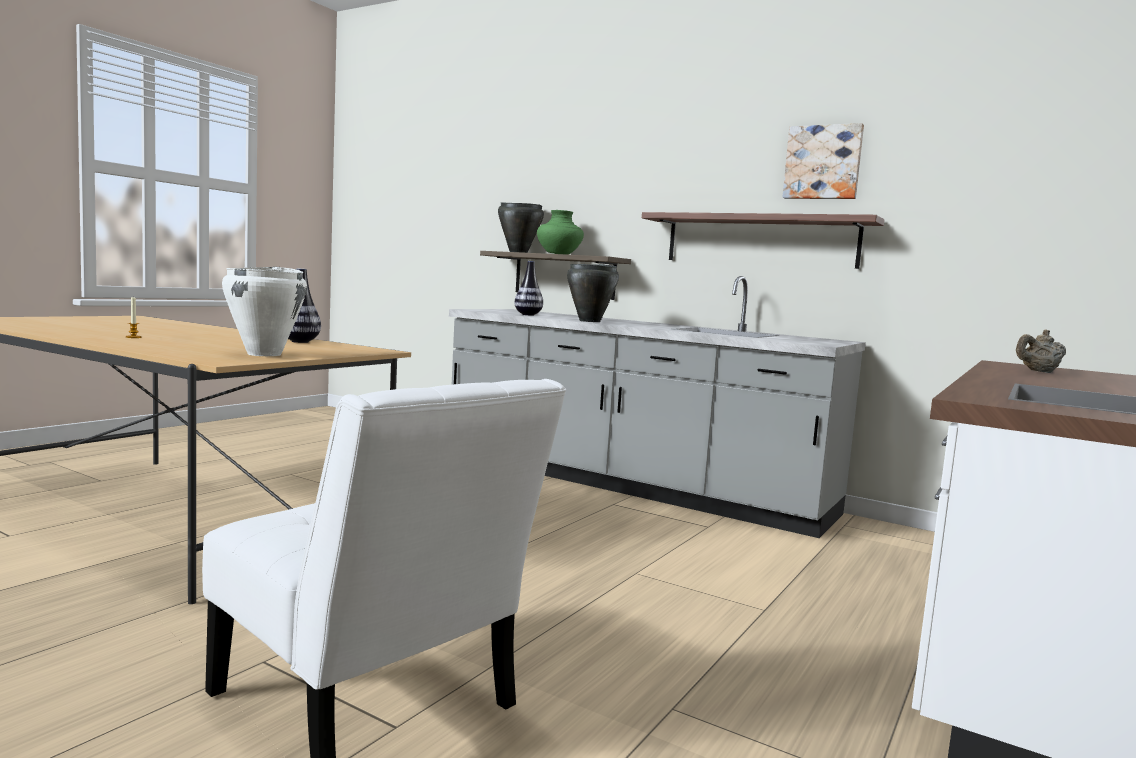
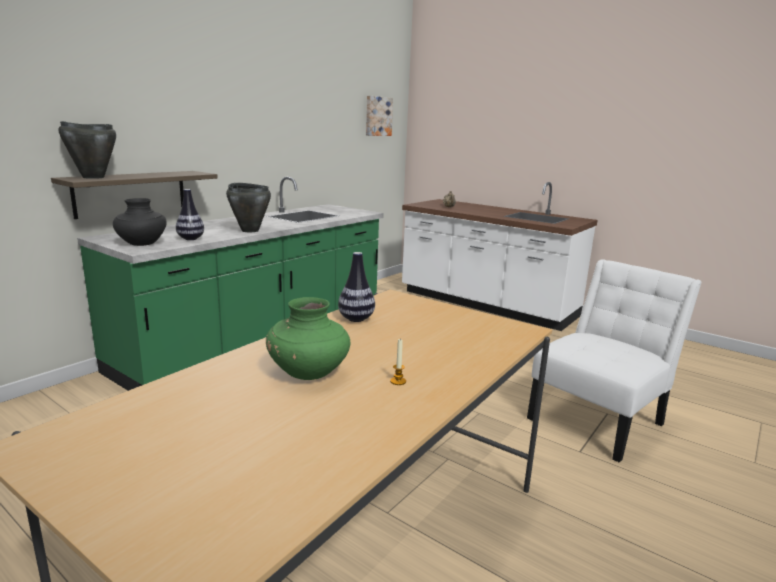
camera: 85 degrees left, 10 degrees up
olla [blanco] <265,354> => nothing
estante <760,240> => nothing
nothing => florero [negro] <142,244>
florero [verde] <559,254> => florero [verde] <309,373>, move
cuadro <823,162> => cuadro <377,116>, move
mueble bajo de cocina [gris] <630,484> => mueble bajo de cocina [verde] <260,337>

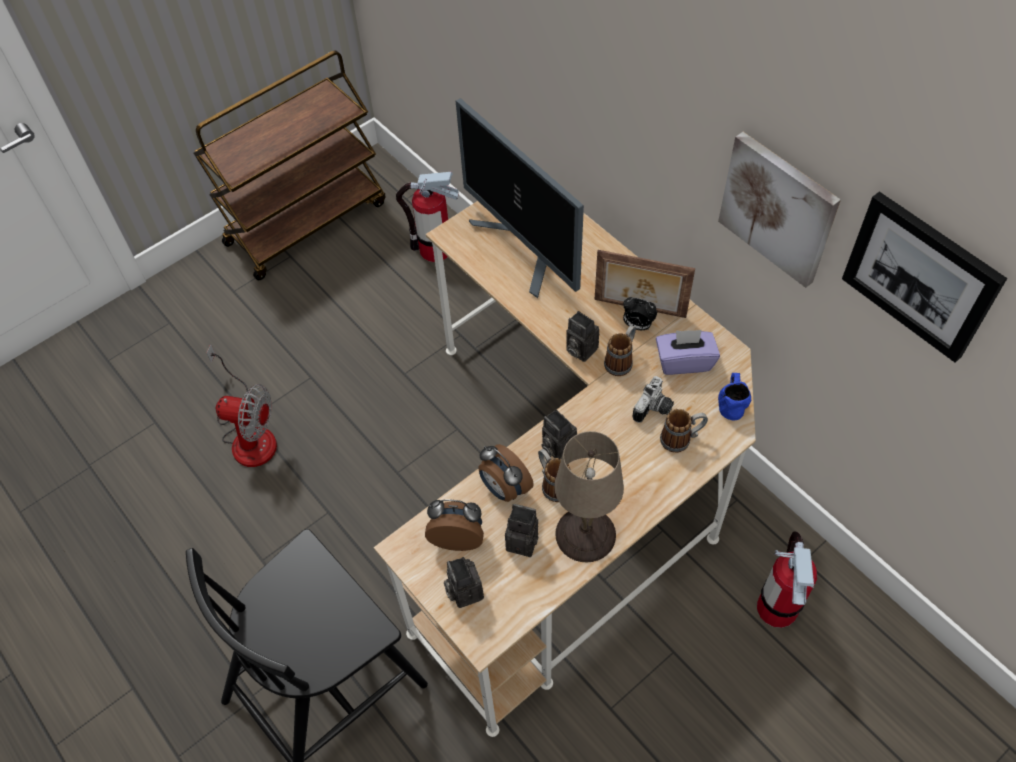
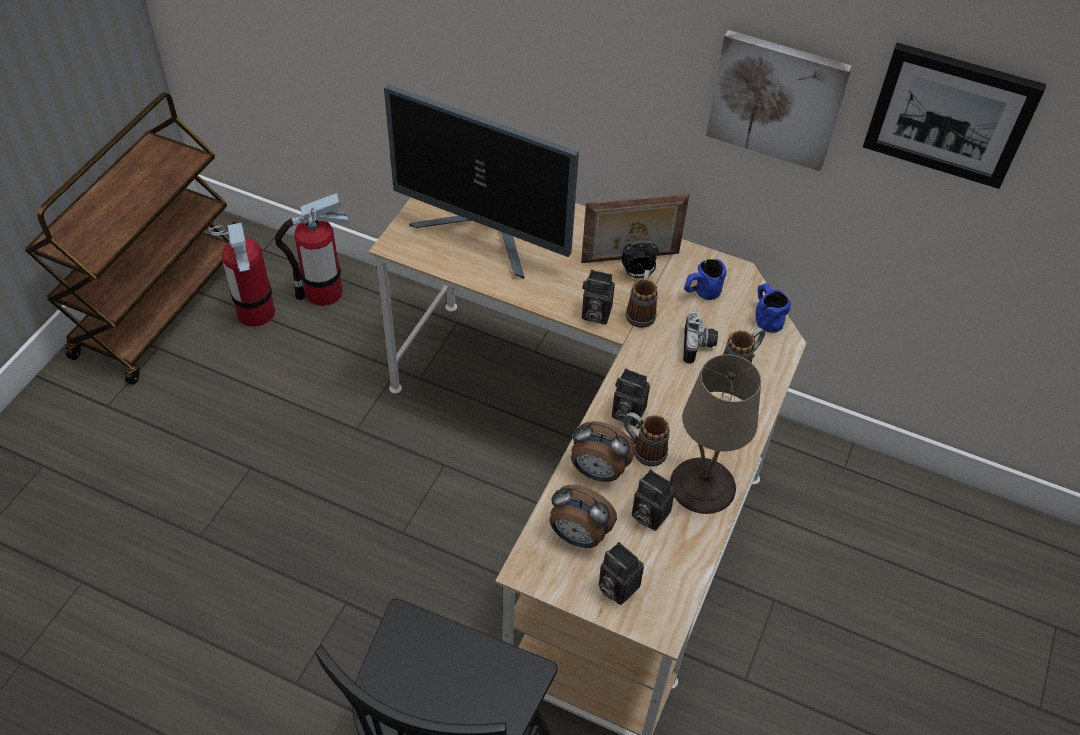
camera: 30 degrees left, 5 degrees down
ventilador <249,434> => nothing
extintor <776,607> => extintor <255,312>, move
caja de pañuelos [morado] <684,361> => taza grande [azul] <700,293>
despertador <457,537> => despertador <578,536>, 135 degrees counterclockwise
cámara <524,541> => cámara <647,514>, 135 degrees counterclockwise

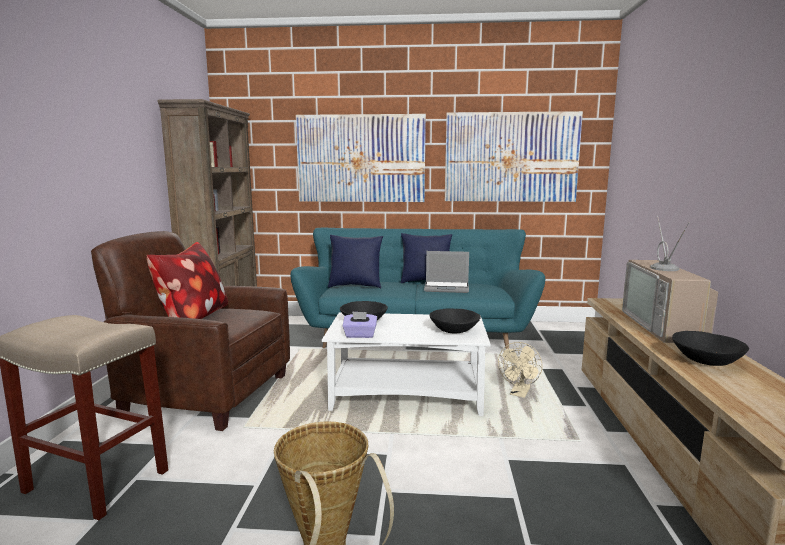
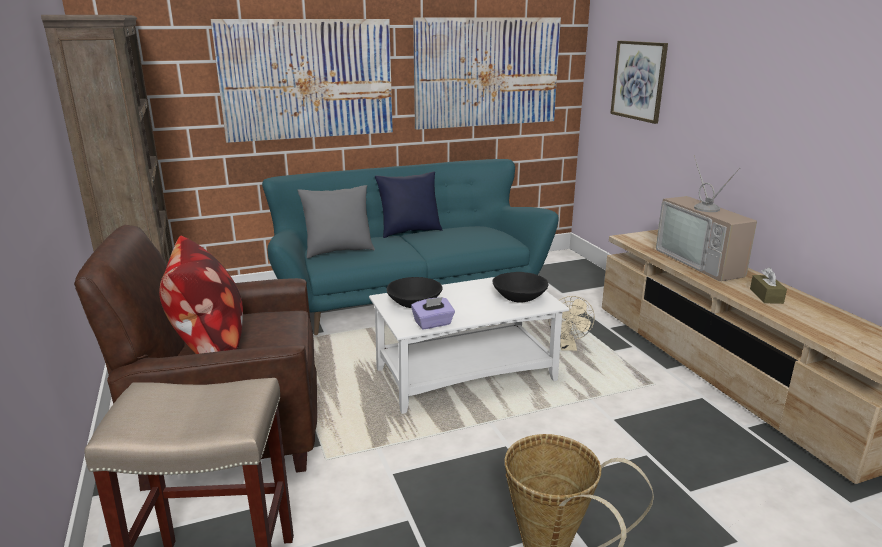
camera: 25 degrees left, 10 degrees up
portátil <447,288> => nothing
nothing => cuadro <639,80>
cuenco [negro] <706,361> => caja de pañuelos [marrón] <766,296>
cojín [azul] <355,286> => cojín [gris] <338,251>

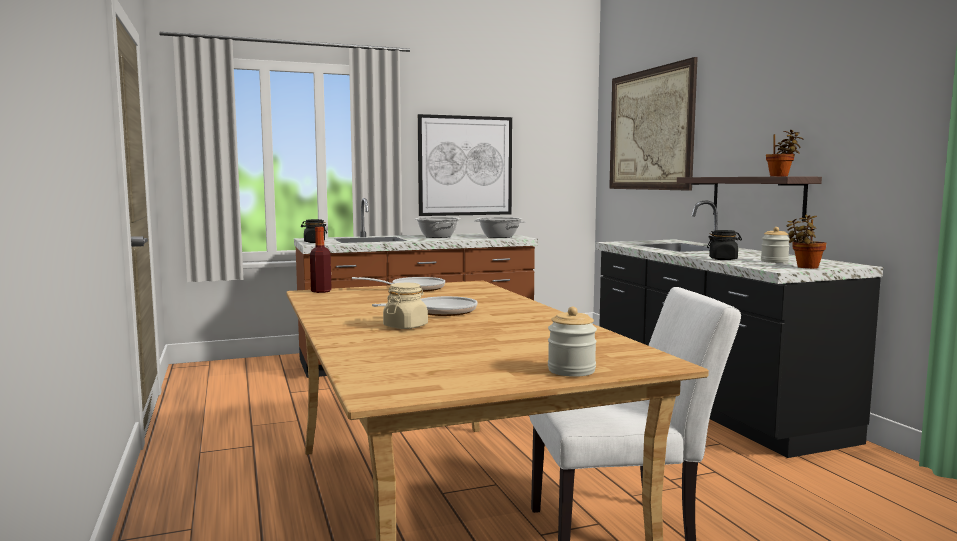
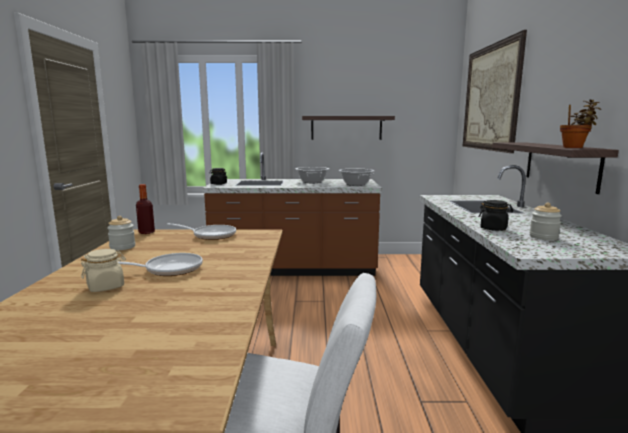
camera: 20 degrees right, 5 degrees up
planta en maceta <805,267> => nothing
tarro <571,370> => tarro <122,247>, move
cuadro <465,166> => estante <346,128>

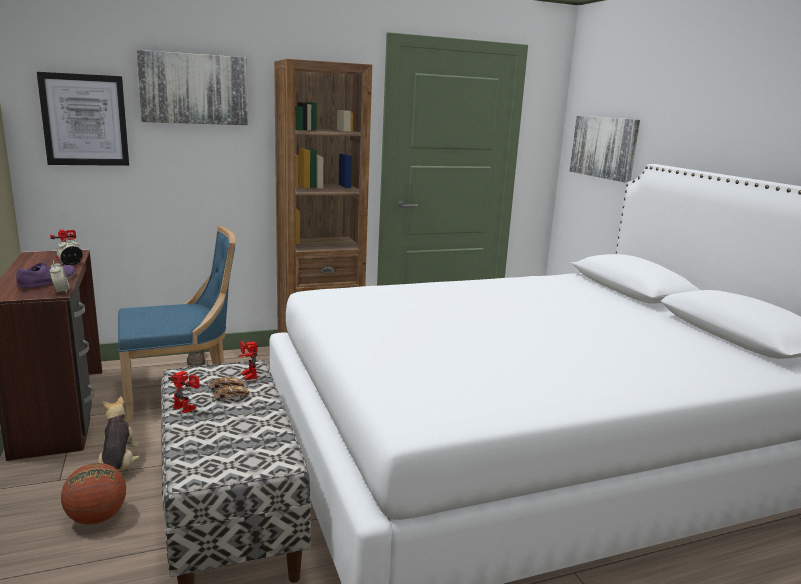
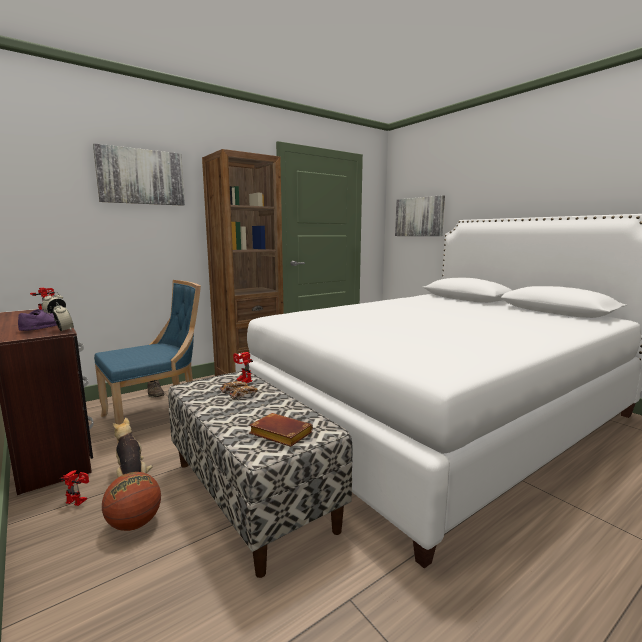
camera: 15 degrees left, 5 degrees down
cuadro <85,120> => nothing
nothing => libro [marrón] <278,434>
robot de juguete <188,407> => robot de juguete <79,499>, move

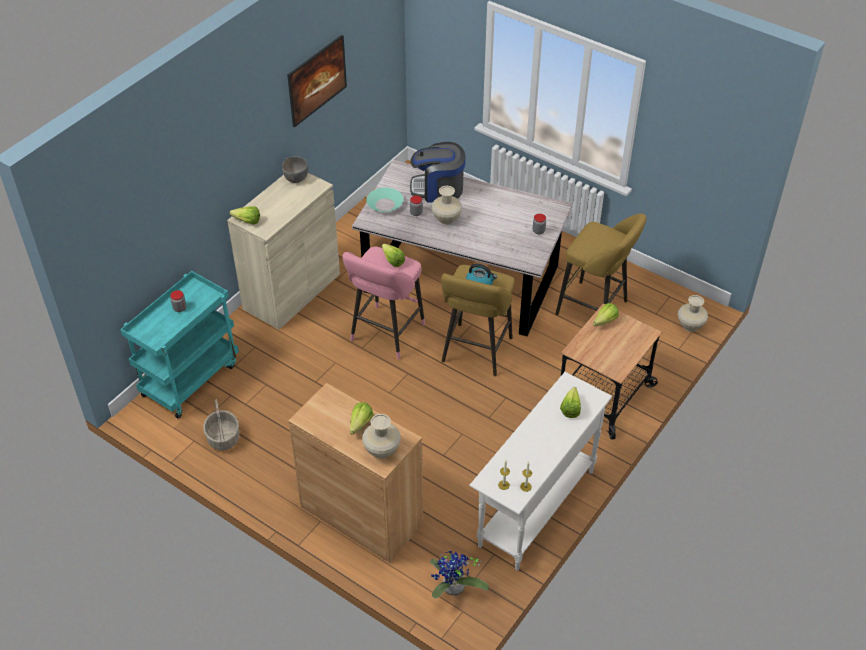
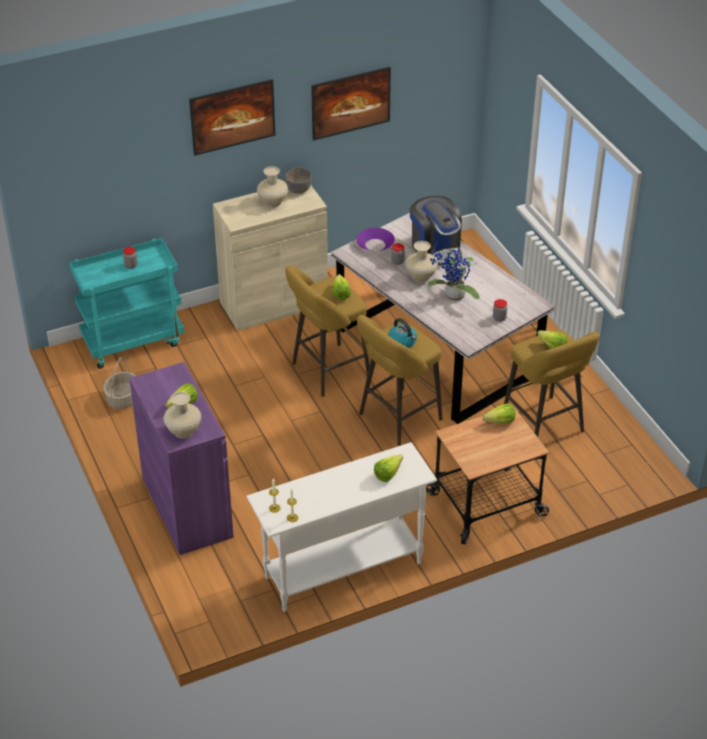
camera: 30 degrees right, 5 degrees down
nothing => cuadro <233,130>
lechuga <245,221> => lechuga <550,346>, move
planta en maceta <453,590> => planta en maceta <453,297>, move
florero [beis] <689,325> => florero [beis] <273,202>, move
armario [marrón] <361,515> => armario [morado] <187,507>
taburete [rosa] <385,335> => taburete [amarillo] <326,371>
cuenco [turquesa] <385,204> => cuenco [morado] <375,245>
cafetera <438,189> => cafetera <436,248>, 150 degrees counterclockwise

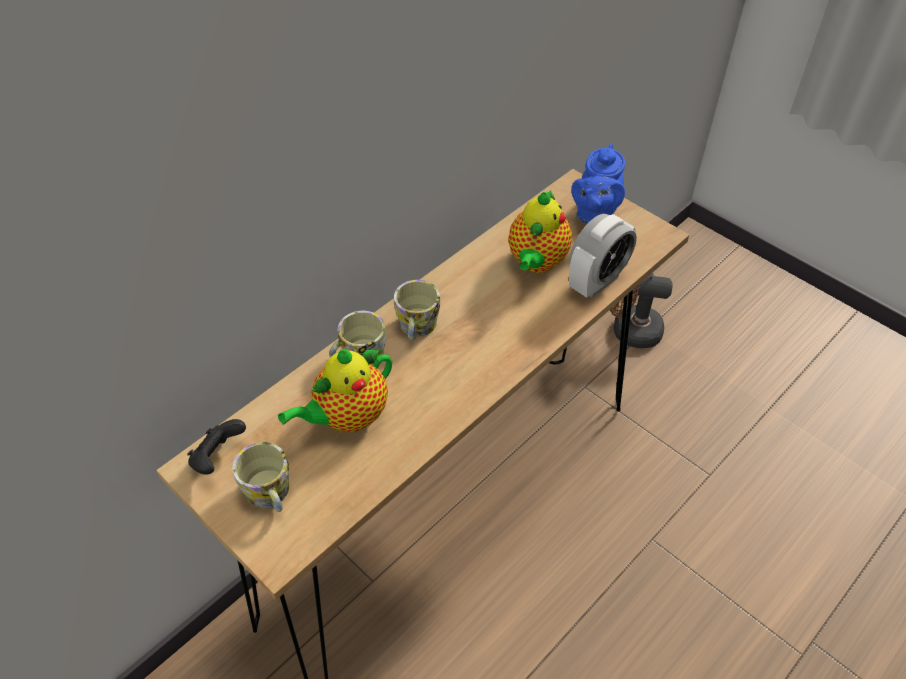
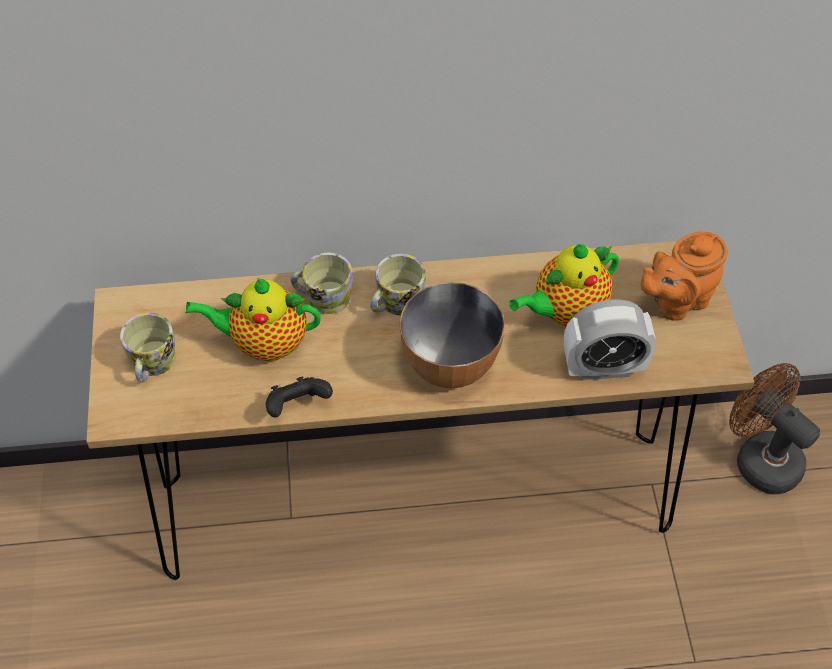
camera: 40 degrees right, 5 degrees up
nothing => cuenco <451,364>
mando de consola [negro] <218,458> => mando de consola [negro] <298,406>, move
tetera [azul] <594,215> => tetera [naranja] <675,301>

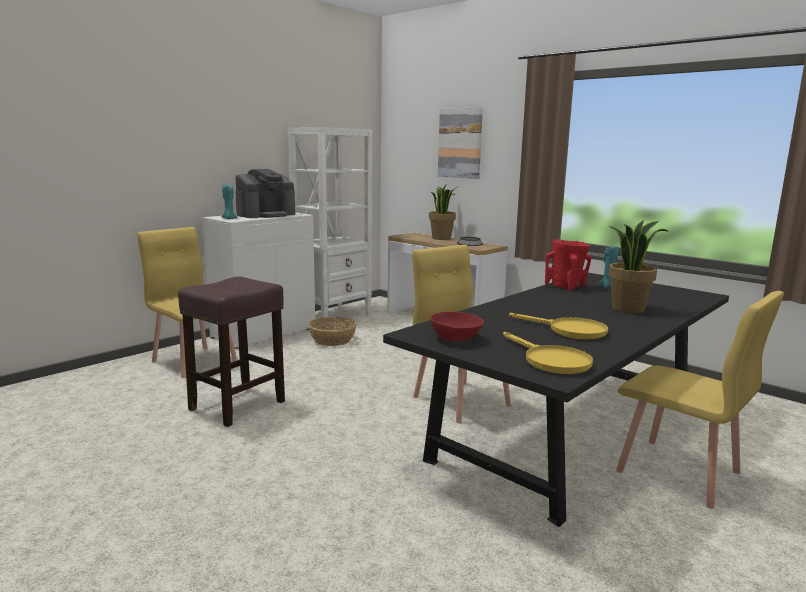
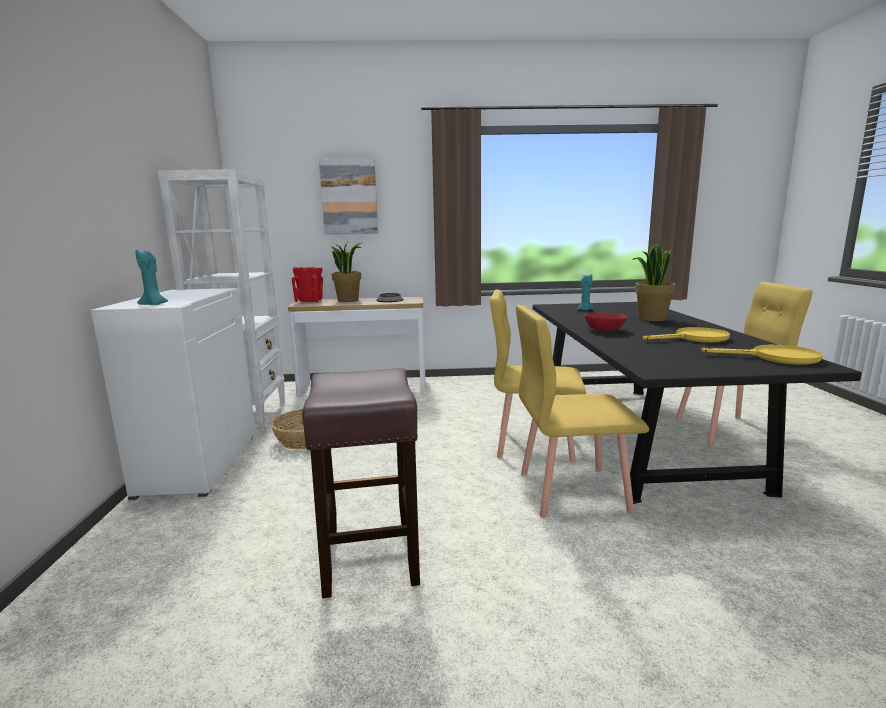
camera: 45 degrees left, 0 degrees up
cafetera <266,215> => nothing
silla [amarillo] <195,361> => silla [amarillo] <571,491>, move
cuenco [rojo] <456,338> => cuenco [rojo] <604,330>, move
florero [rojo] <566,286> => florero [rojo] <310,301>, move

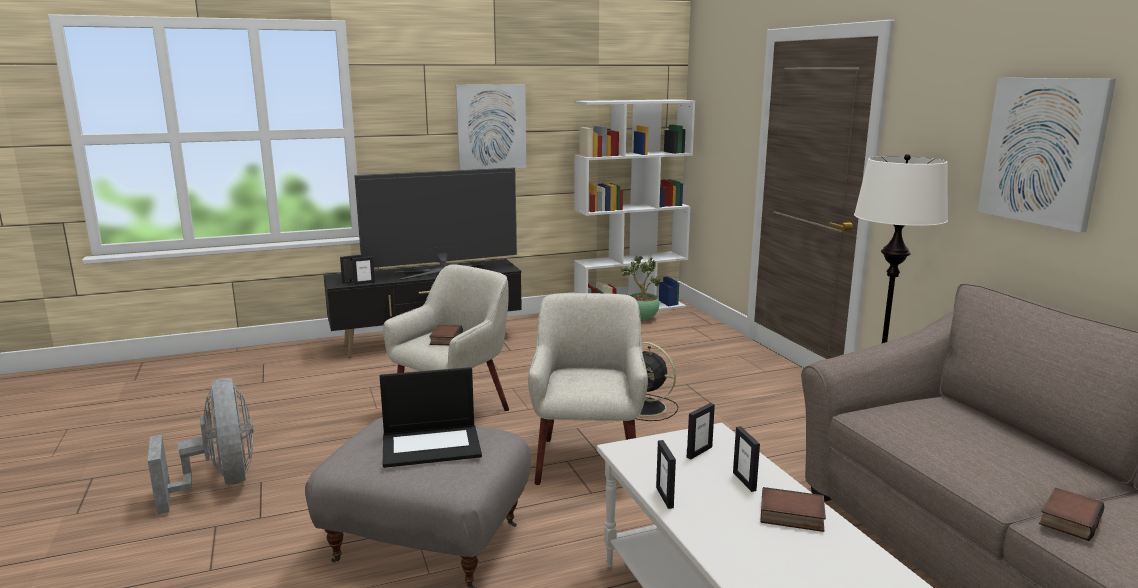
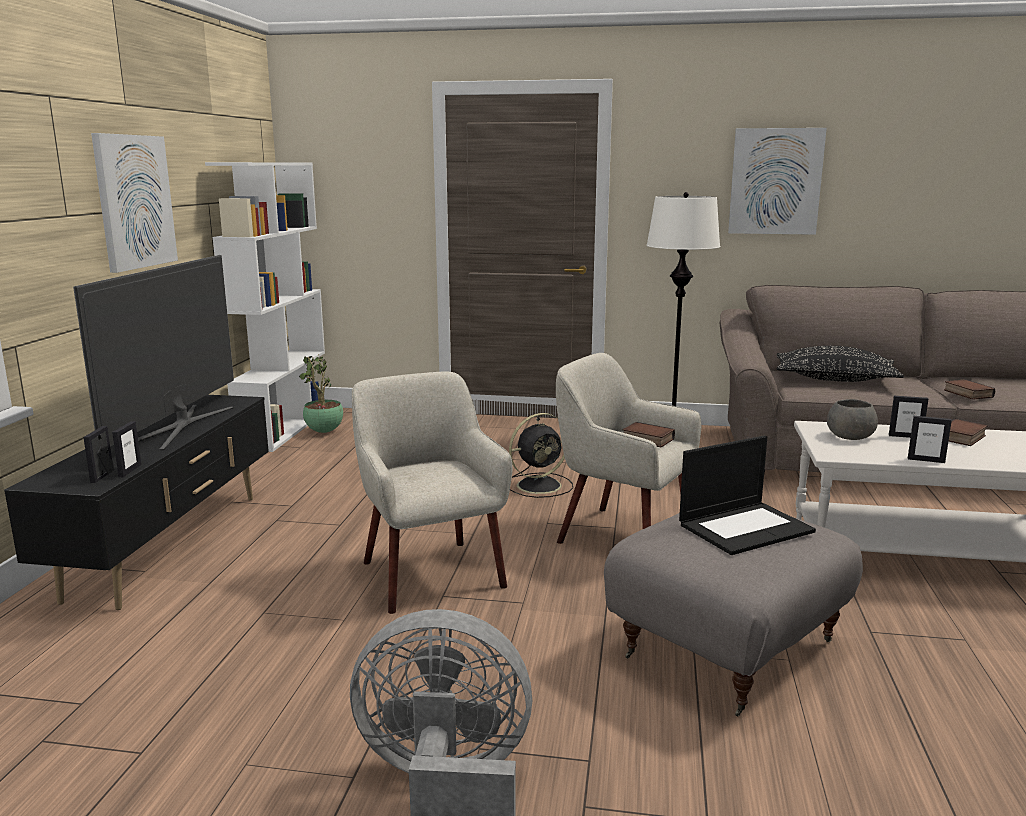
camera: 60 degrees left, 0 degrees up
nothing => cojín [negro] <835,379>
libro <445,339> => libro <646,439>, move
portarretratos <699,452> => cuenco [gris] <849,436>
portátil <432,445> => portátil <746,527>, 45 degrees clockwise

